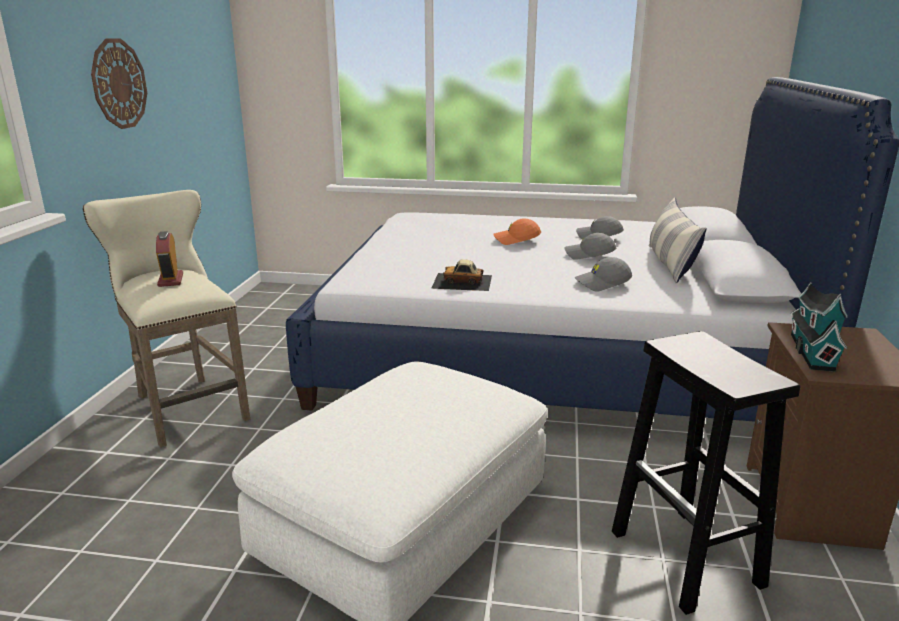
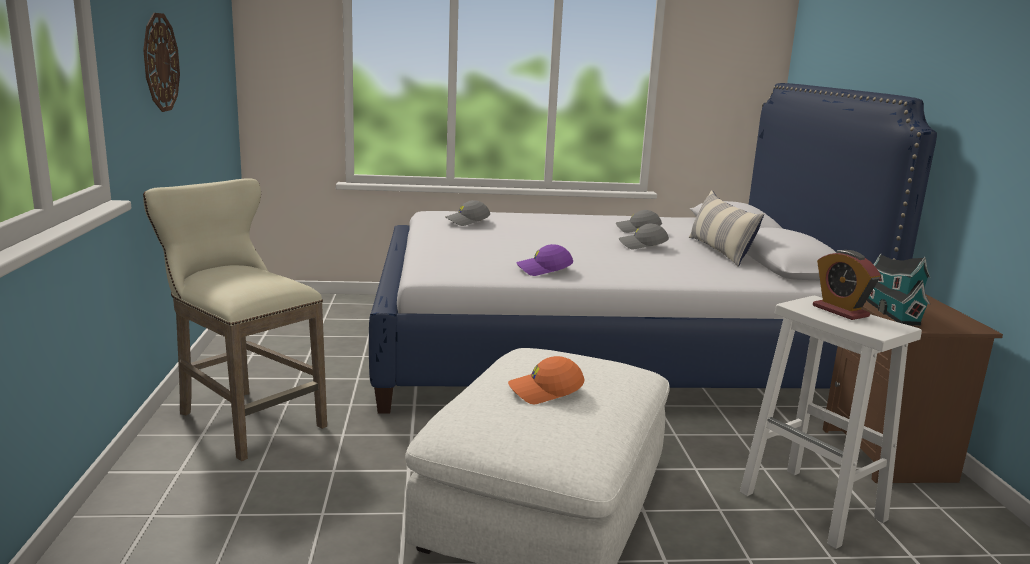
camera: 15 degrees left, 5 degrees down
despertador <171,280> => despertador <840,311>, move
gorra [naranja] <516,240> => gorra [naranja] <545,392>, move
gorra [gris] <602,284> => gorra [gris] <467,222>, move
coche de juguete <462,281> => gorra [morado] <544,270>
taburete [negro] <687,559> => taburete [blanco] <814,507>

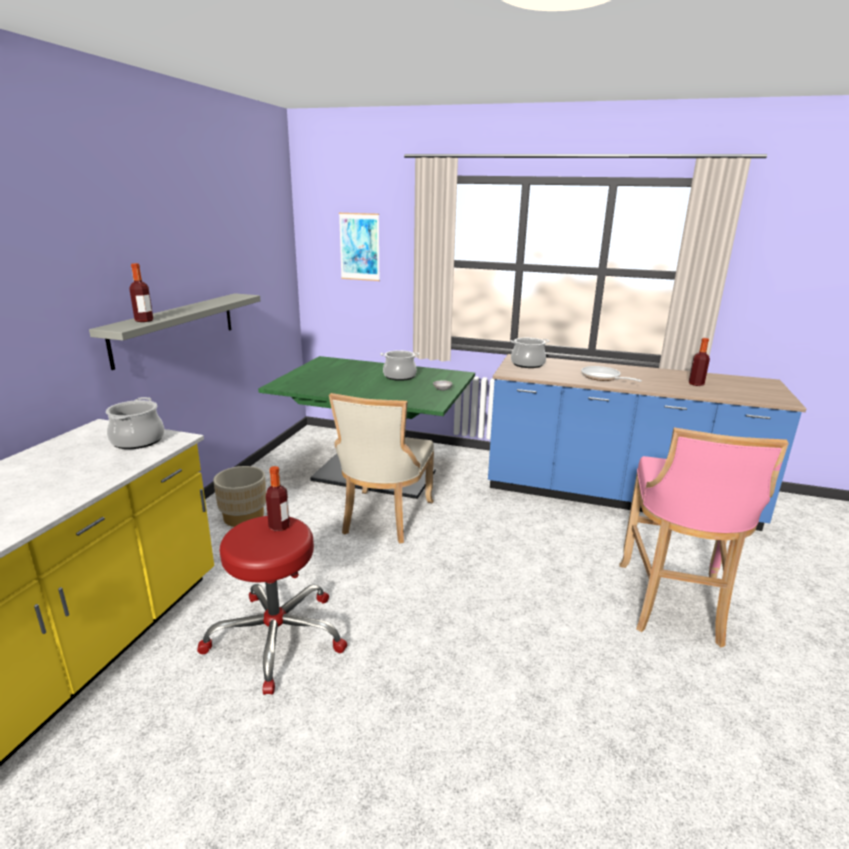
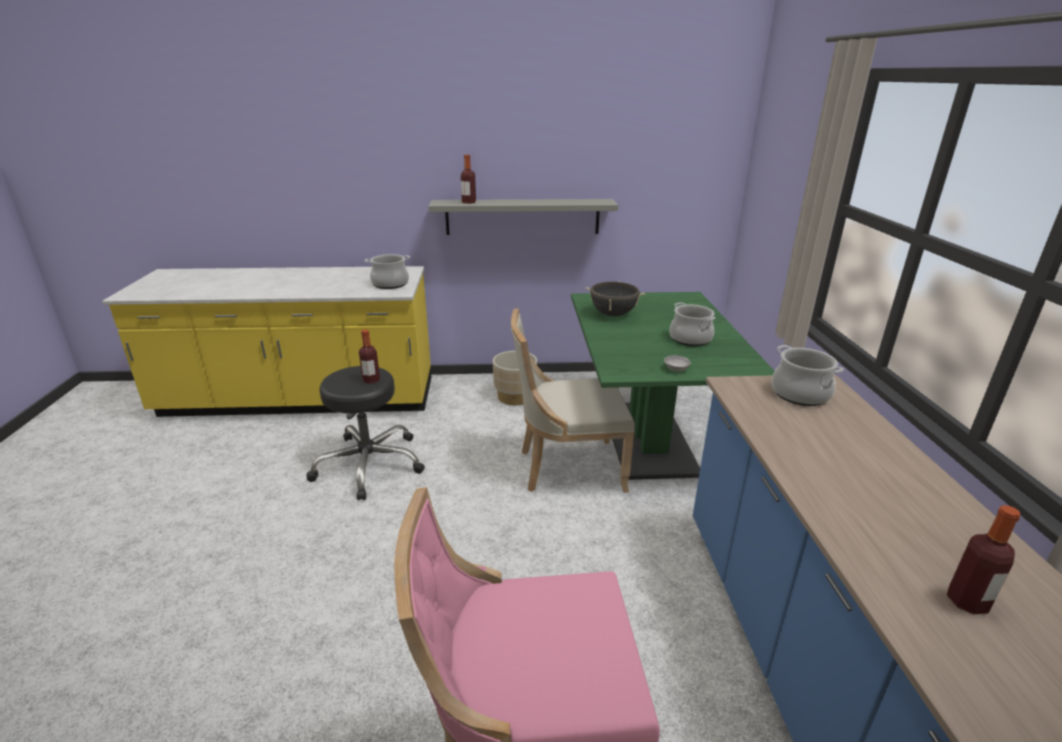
camera: 70 degrees right, 5 degrees up
cuadro <359,247> => nothing
sartén <603,378> => nothing
nothing => olla [negro] <613,314>
taburete [rojo] <277,637> => taburete [negro] <369,464>

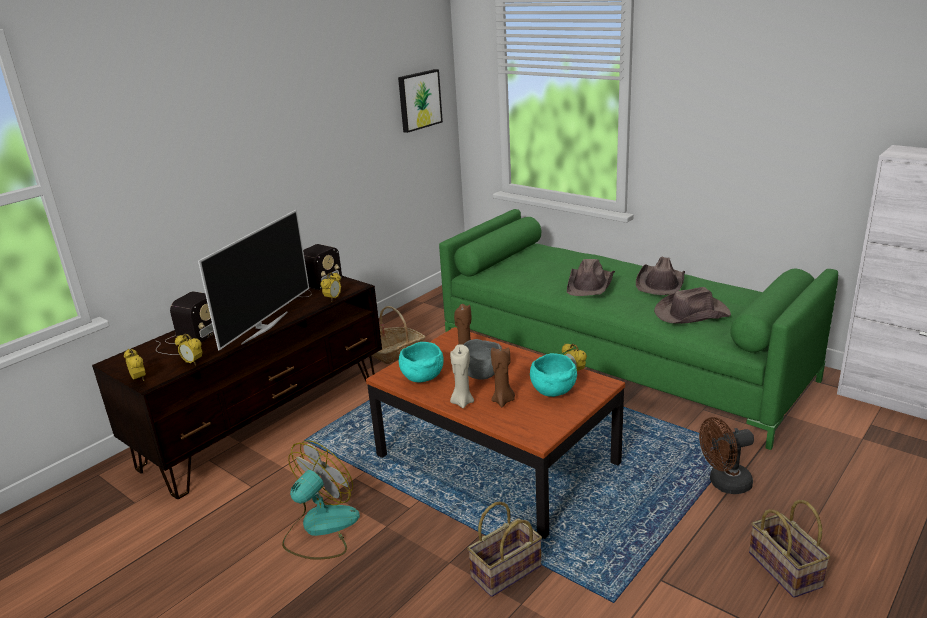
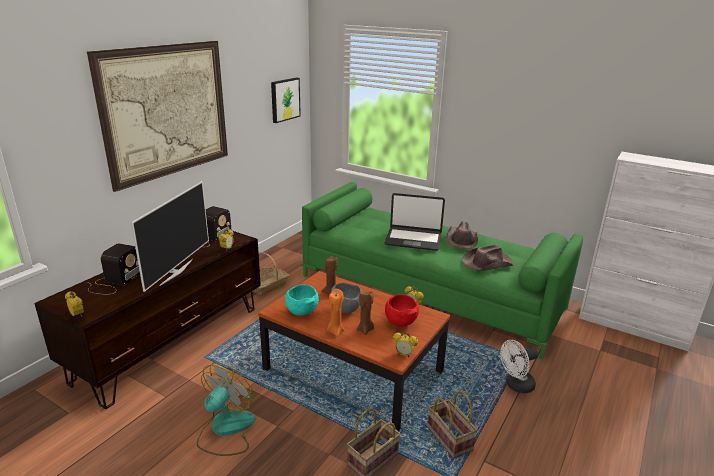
camera: 10 degrees left, 0 degrees up
nothing => cuadro <167,111>
despertador <193,363> => despertador <404,354>, move
cesta <787,570> => cesta <451,439>, move
sombrero [marrón] <590,284> => portátil <413,239>
vela [beis] <462,402> => vela [naranja] <335,331>
cuenco [turquesa] <552,391> => cuenco [rojo] <400,322>
ventilador [marrón] <724,484> => ventilador [blanco] <516,385>

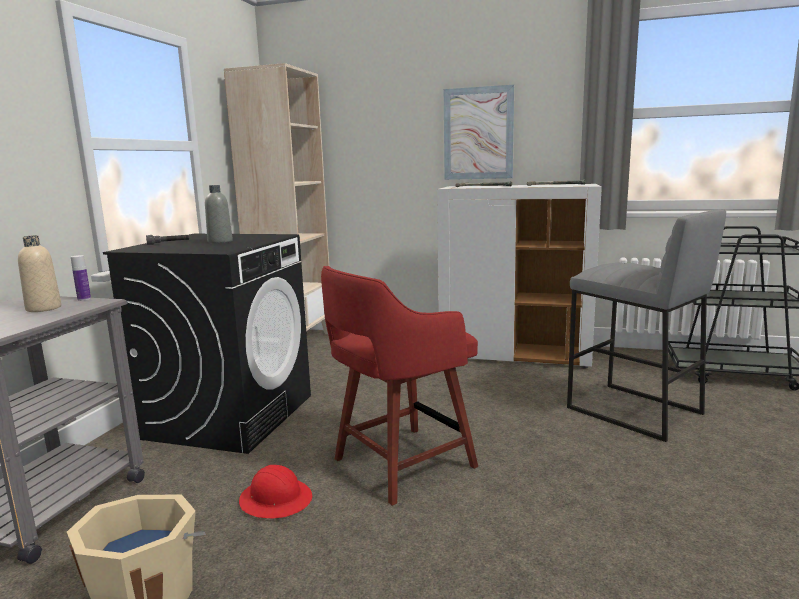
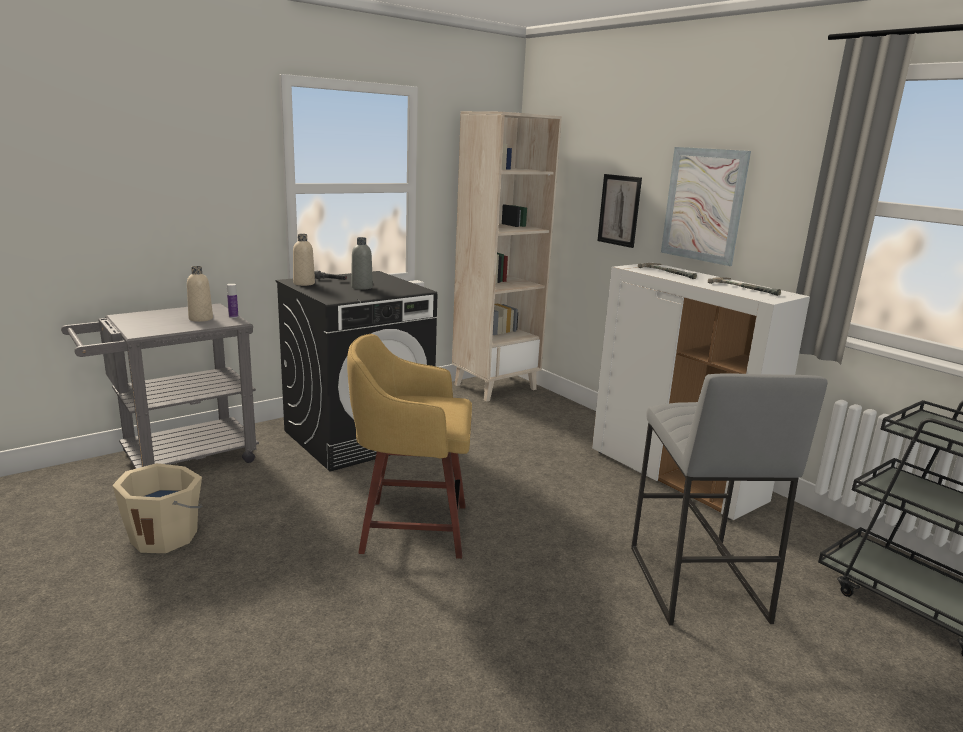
camera: 35 degrees right, 5 degrees up
casco [rojo] <276,500> => nothing
nothing => botella [beis] <304,283>
nothing => cuadro <619,210>
taburete [rojo] <400,464> => taburete [amarillo] <410,527>

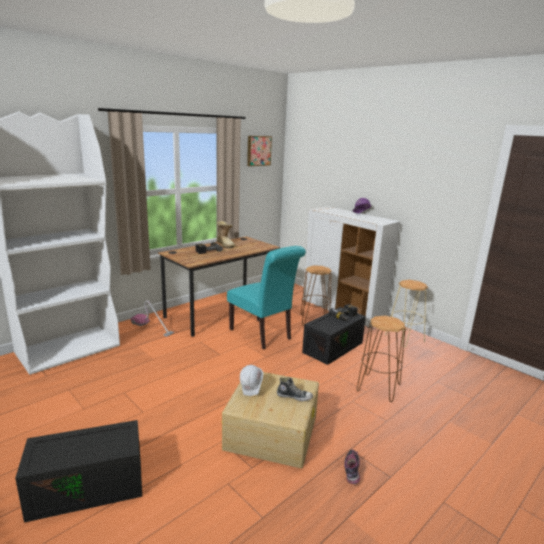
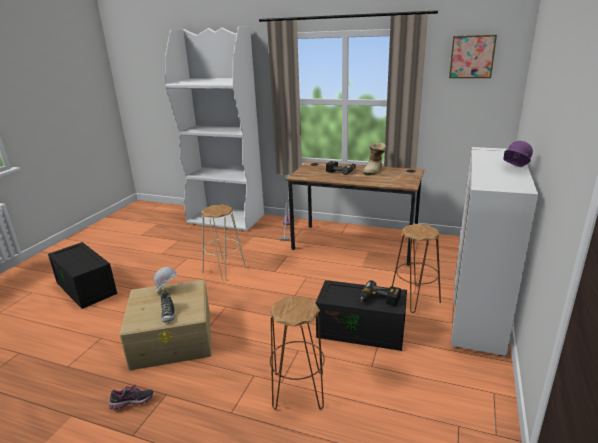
camera: 65 degrees right, 5 degrees up
silla [turquesa] <263,335> => nothing
taburete [beis] <404,338> => taburete [beis] <224,270>, move

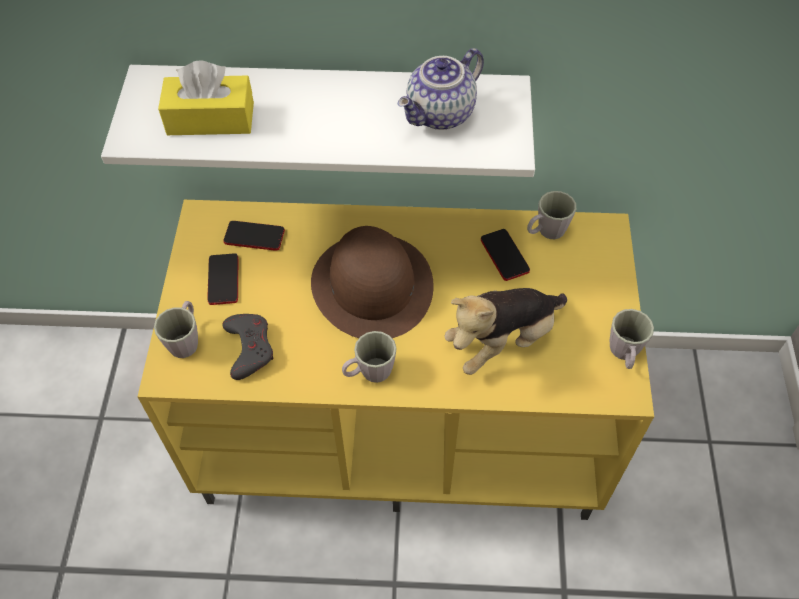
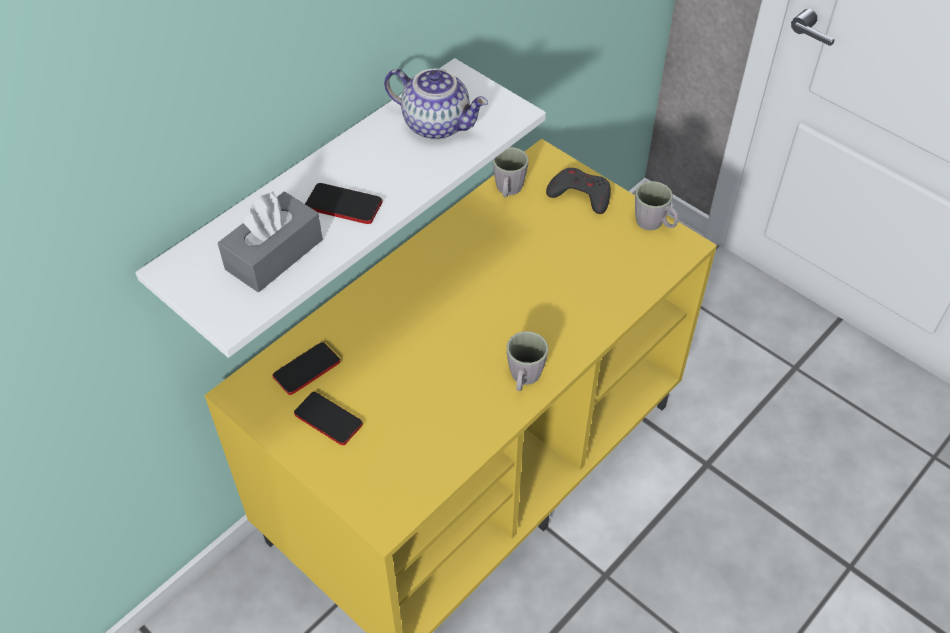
camera: 50 degrees left, 5 degrees down
taza grande [gris] <186,339> => nothing
sombrero [marrón] <372,285> => nothing
peluche <502,341> => nothing
mando de consola [gris] <249,347> => mando de consola [gris] <580,194>, move
móvil <504,255> => móvil <343,205>, move
caja de pañuelos [amarillo] <210,119> => caja de pañuelos [gris] <274,254>
tetera <441,115> => tetera <437,124>, 60 degrees counterclockwise

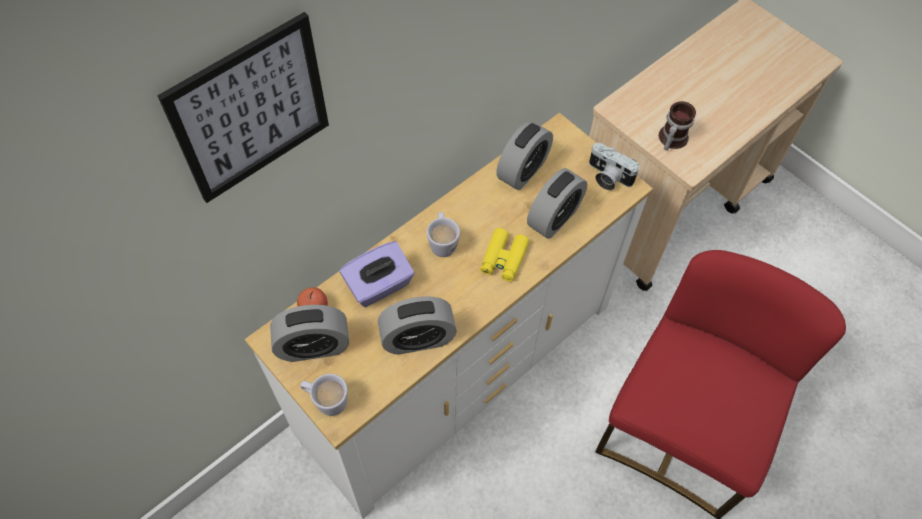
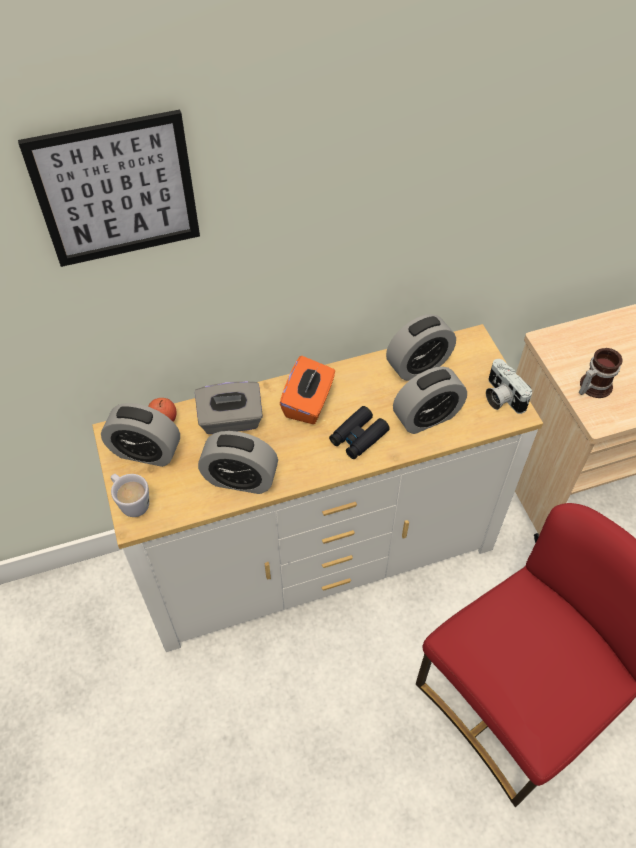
camera: 25 degrees right, 5 degrees down
taza grande [blanco] <442,242> => caja de pañuelos [naranja] <308,403>
caja de pañuelos [morado] <379,286> => caja de pañuelos [gris] <231,421>
prismáticos [amarillo] <503,259> => prismáticos [negro] <358,437>

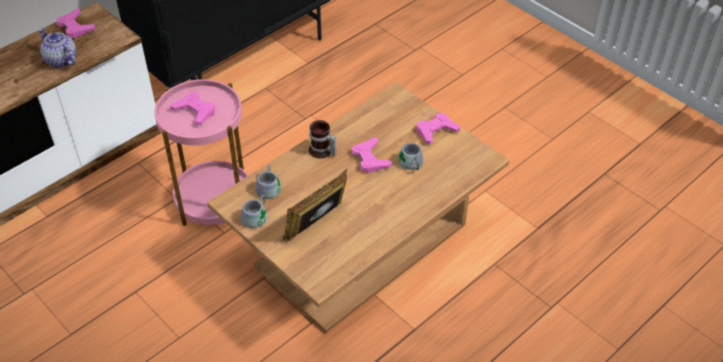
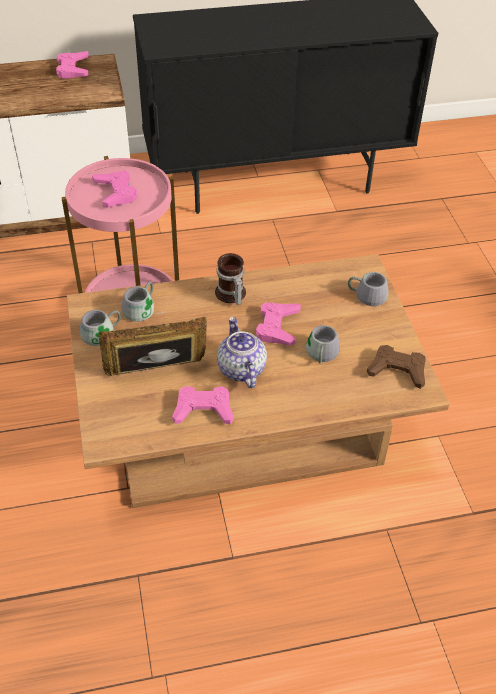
camera: 30 degrees right, 0 degrees up
nothing => taza grande [gris] <367,293>
nothing => mando de consola [marrón] <397,370>
tetera <60,60> => tetera <240,369>, move
mando de consola [rosa] <436,131> => mando de consola [rosa] <203,410>, move

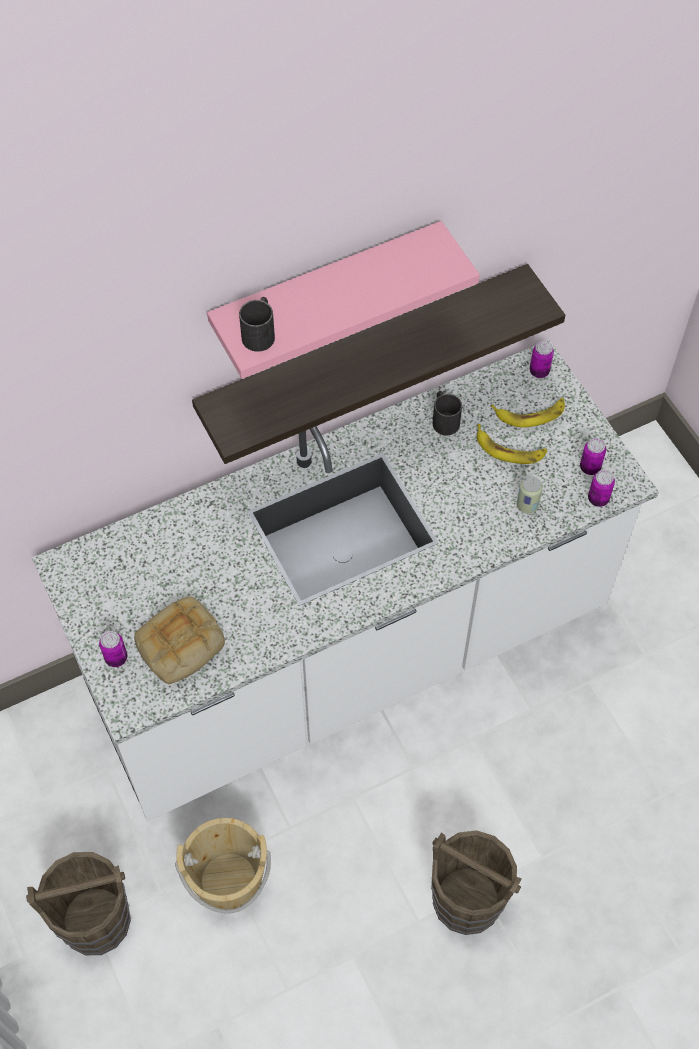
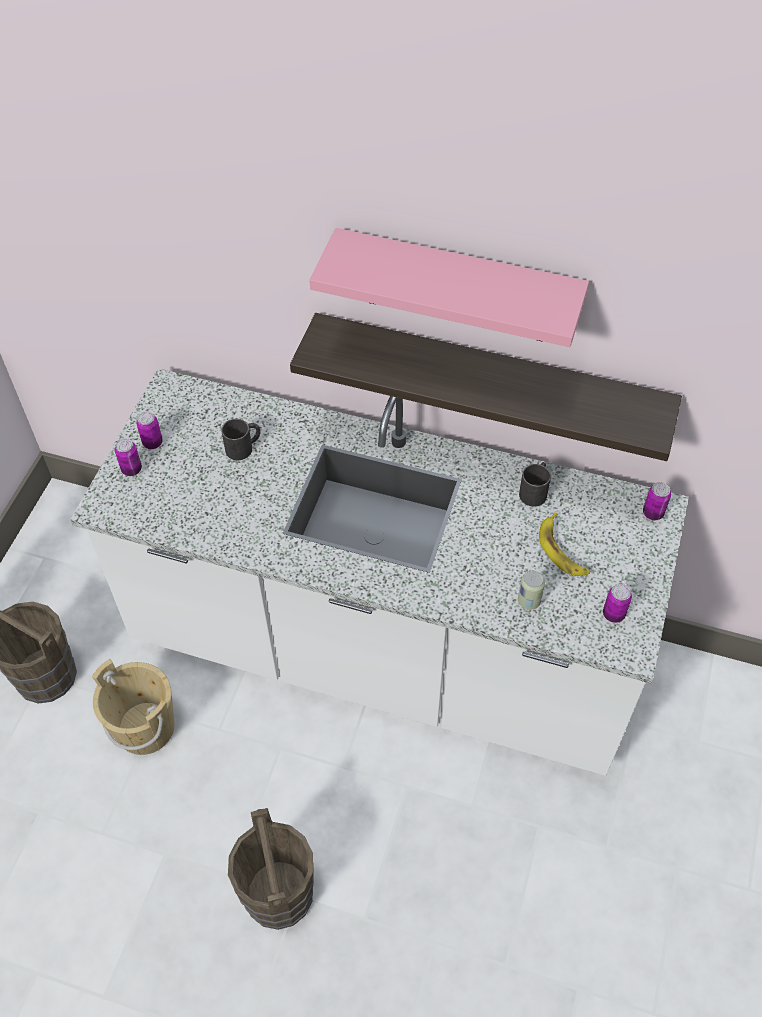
camera: 45 degrees right, 5 degrees down
pan <180,645> => nothing
plátano <530,414> => nothing
taza grande [negro] <260,332> => taza grande [negro] <244,447>, move
lata <598,499> => lata <152,443>, move

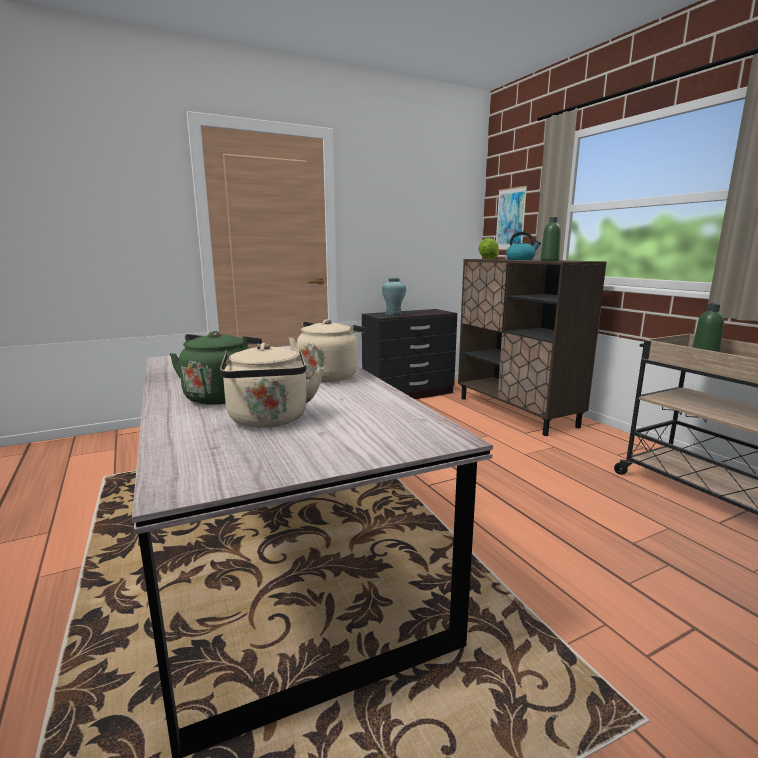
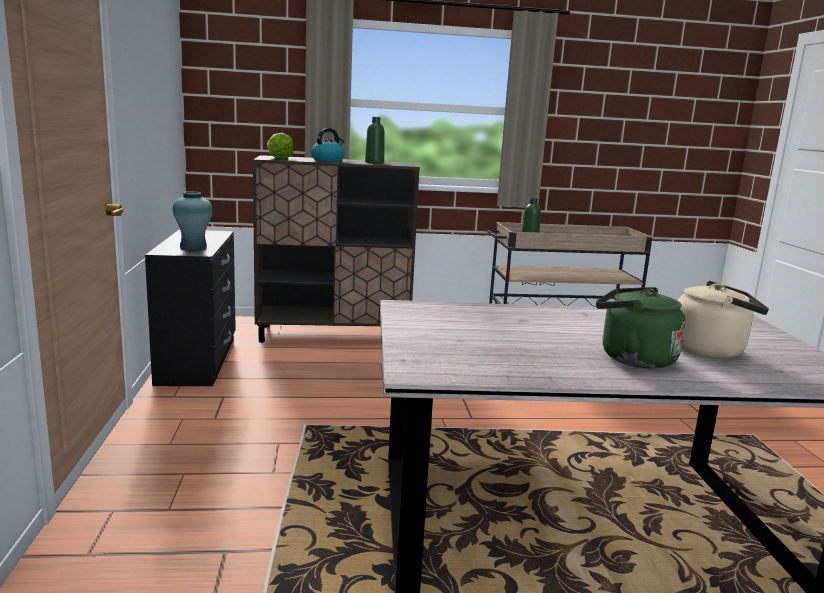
camera: 70 degrees left, 0 degrees up
hervidor [beis] <329,376> => nothing
cuadro <510,219> => nothing

